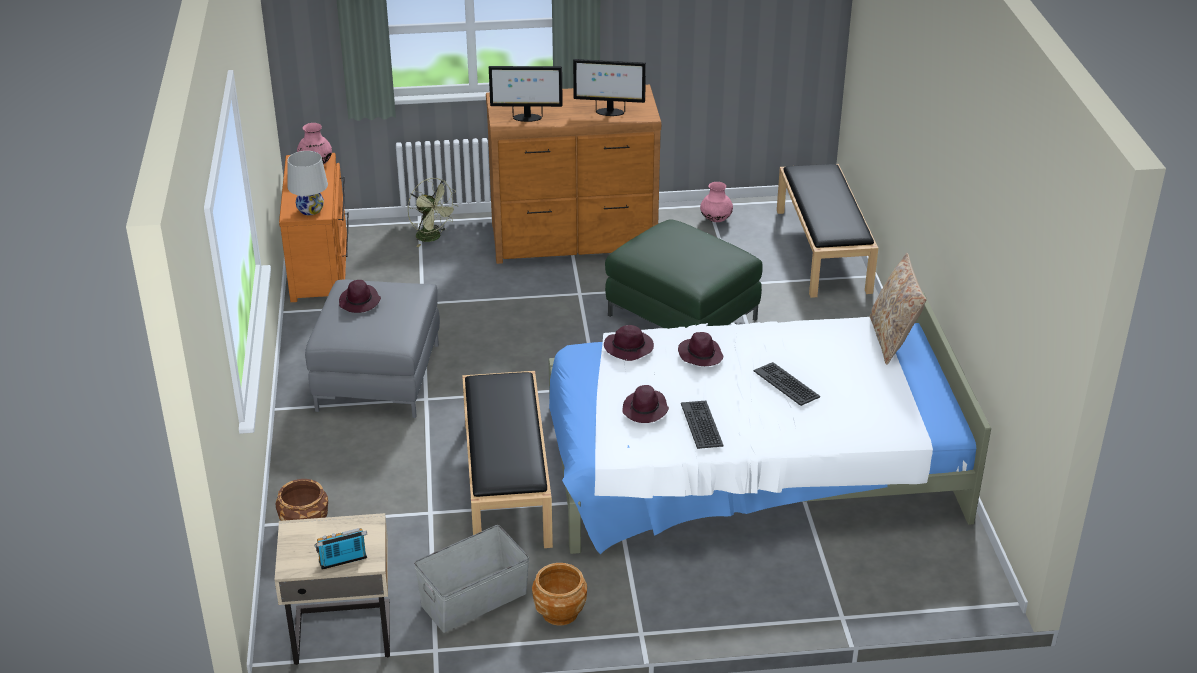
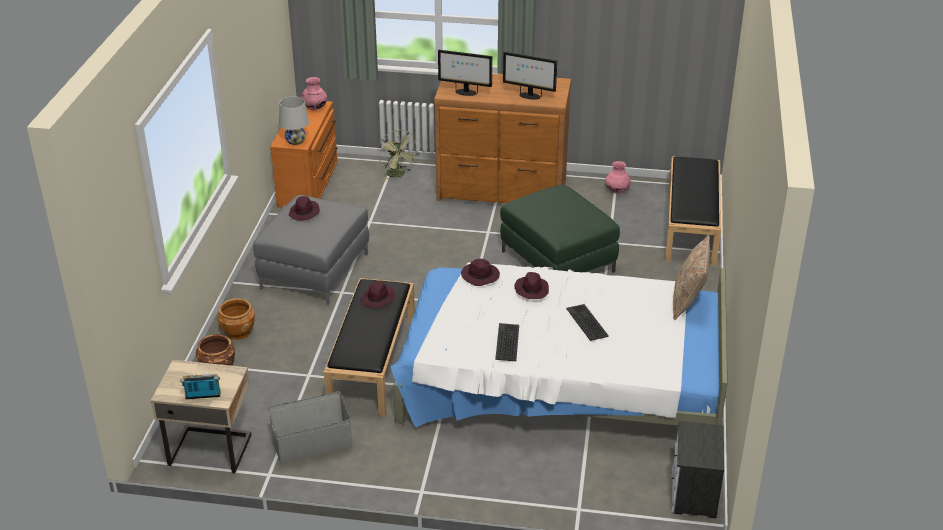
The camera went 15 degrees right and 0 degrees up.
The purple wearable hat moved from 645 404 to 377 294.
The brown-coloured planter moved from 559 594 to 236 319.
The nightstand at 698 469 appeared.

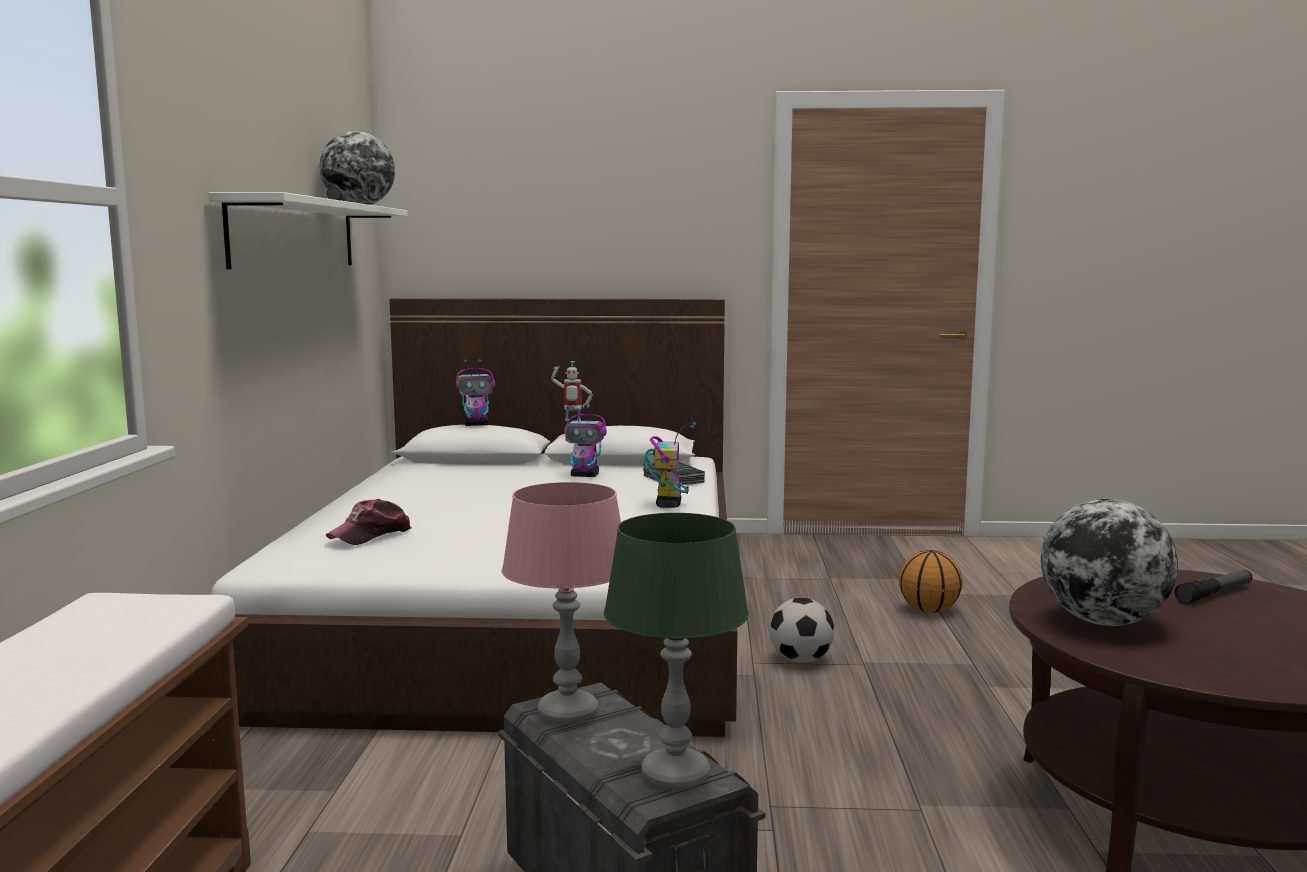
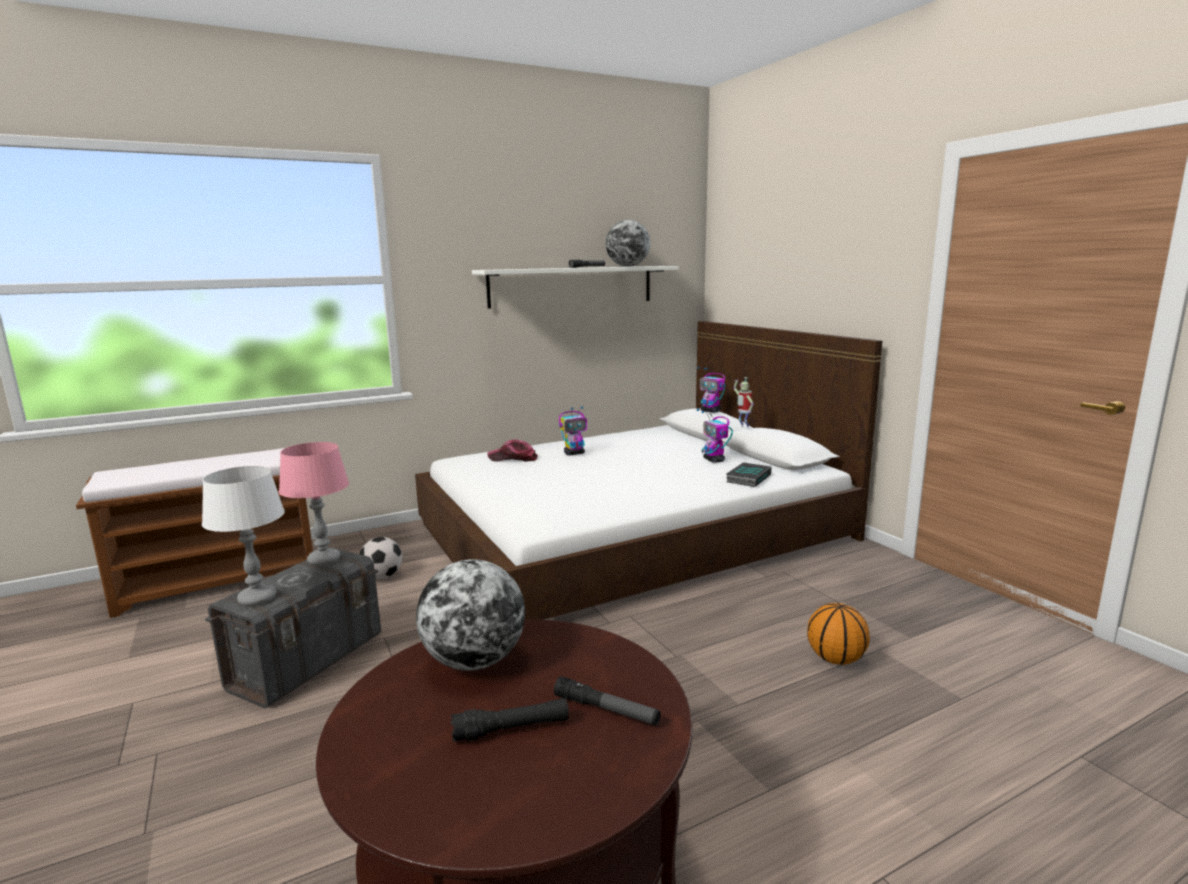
The camera went 60 degrees right and 5 degrees up.
The model robot moved from 670 465 to 573 431.
The greenish tabletop lamp at 676 651 became the white-coloured tabletop lamp at 243 536.
The football ball moved from 801 630 to 380 558.
The black flashlight at 510 720 appeared.

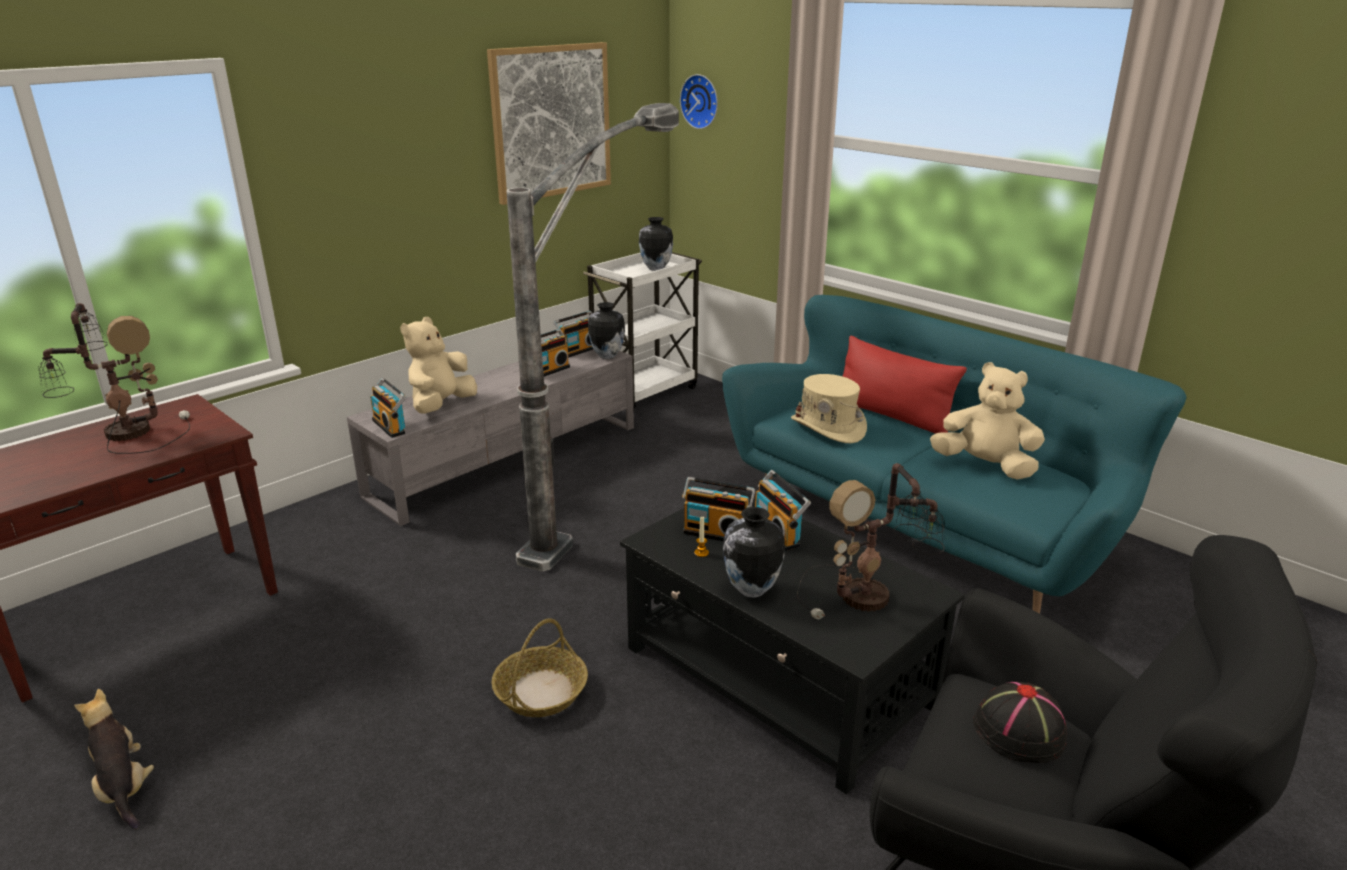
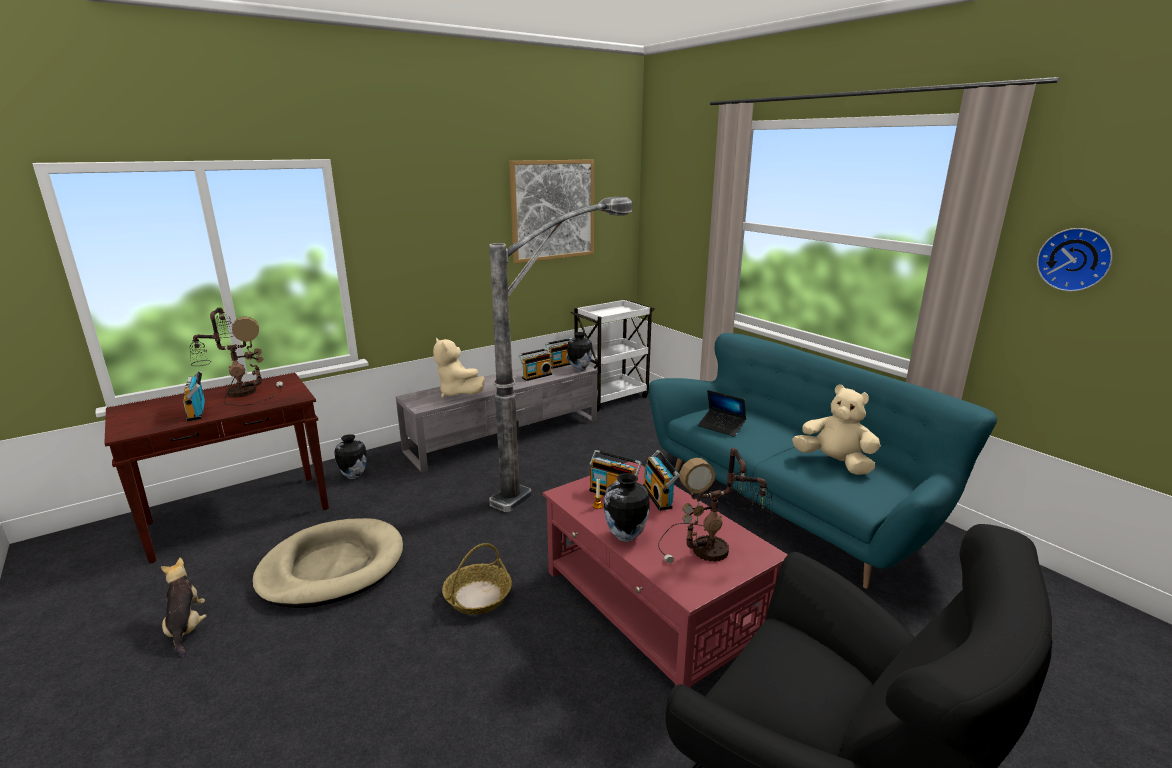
The camera went 10 degrees right and 5 degrees down.
The hanging clock moved from 699 101 to 1075 260.
The decorative vase moved from 656 244 to 350 456.
The beige cuddly toy at 438 365 turned 75 degrees counterclockwise.
The red cushion at 905 385 disappeared.
The beige wearable hat at 829 408 was replaced by the notebook computer at 722 413.
The radio moved from 388 408 to 194 396.
The black coffee table at 792 641 became the red coffee table at 665 575.
The black wearable hat at 1020 722 disappeared.
The beige dog cushion at 328 563 appeared.

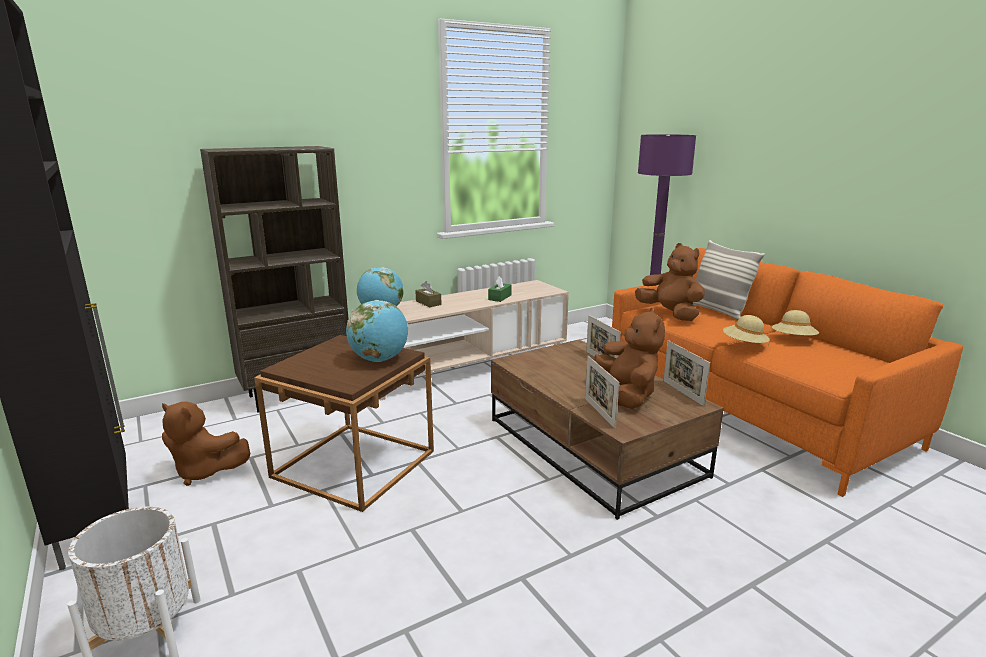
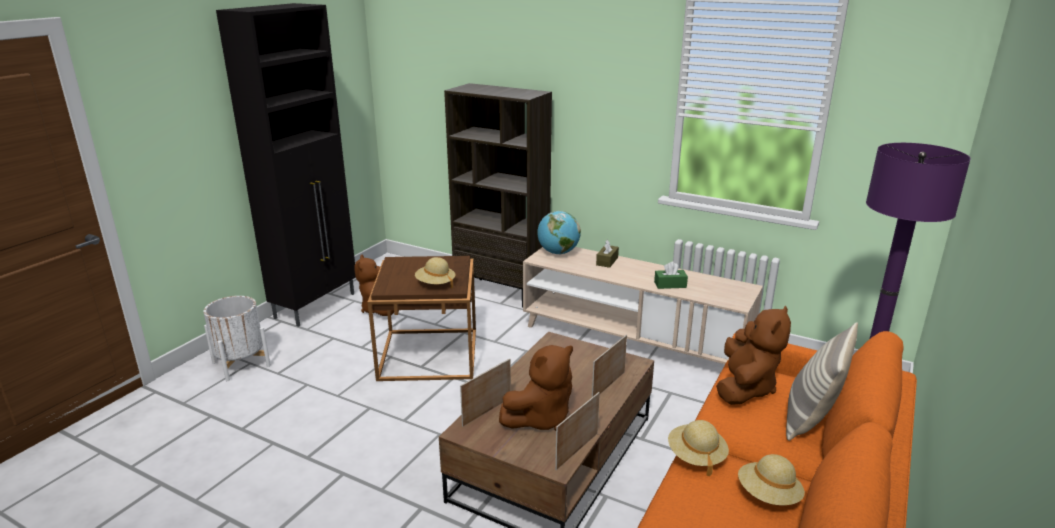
The camera went 60 degrees right and 5 degrees up.
The world globe at 377 331 was replaced by the beige wearable hat at 435 272.

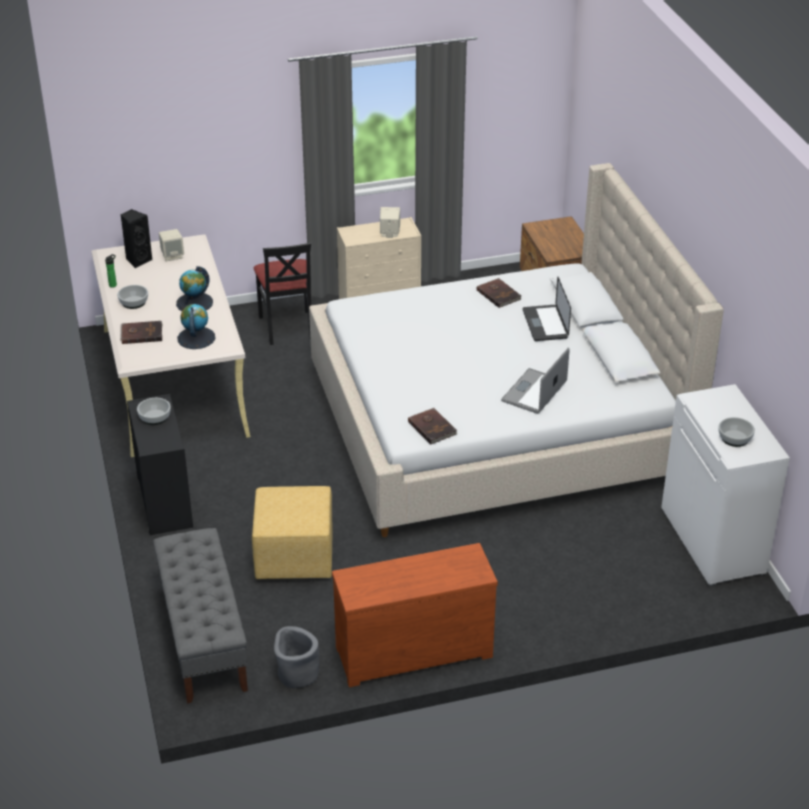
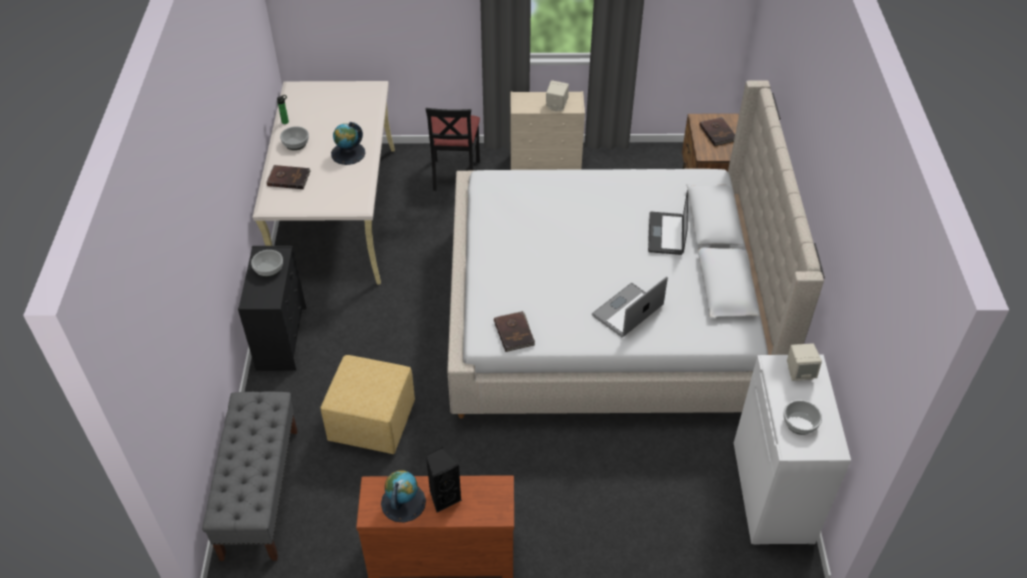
The camera went 15 degrees right and 10 degrees up.
The black loudspeaker moved from 136 238 to 444 479.
The beige loudspeaker moved from 171 245 to 804 362.
The brown-coloured bound book moved from 499 293 to 717 131.
The world globe moved from 196 326 to 403 496.
The greyish planter at 296 657 disappeared.

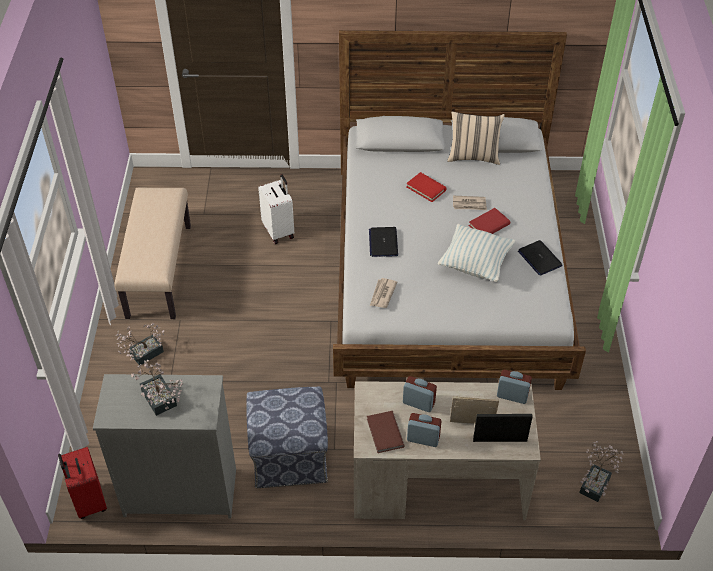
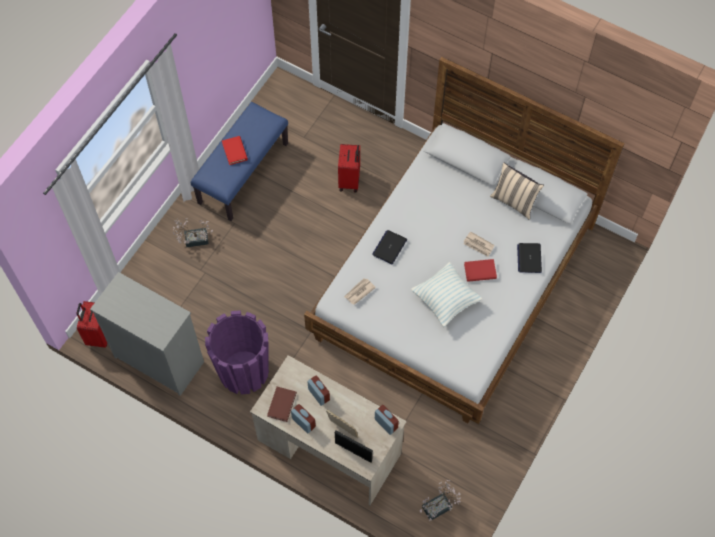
The camera went 30 degrees right and 15 degrees up.
The red bound book moved from 426 187 to 235 150.
The white-coloured piece of luggage at 276 209 became the red piece of luggage at 349 168.
The beige long seat at 152 253 became the blue-coloured long seat at 239 161.
The notebook computer moved from 540 258 to 529 258.
The houseplant at 157 388 disappeared.
The footrest at 287 437 was replaced by the purple planter at 237 352.

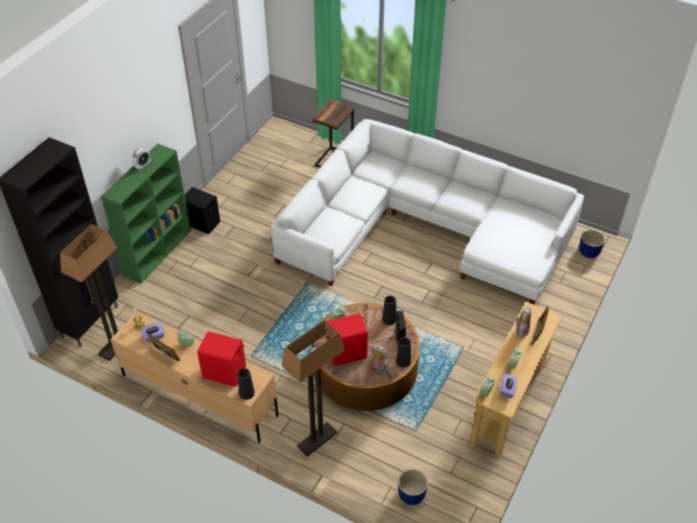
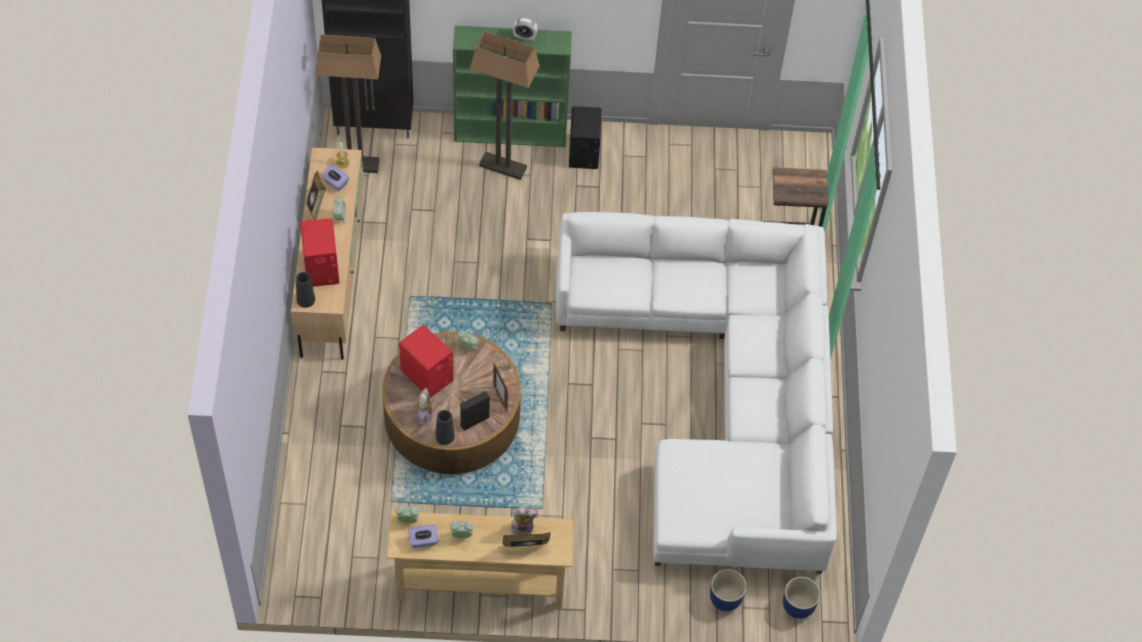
The camera went 60 degrees right and 10 degrees up.
The black decorative vase at 389 310 was replaced by the picture frame at 500 387.
The standing lamp moved from 313 388 to 505 105.
The blue-coloured planter moved from 413 487 to 728 590.

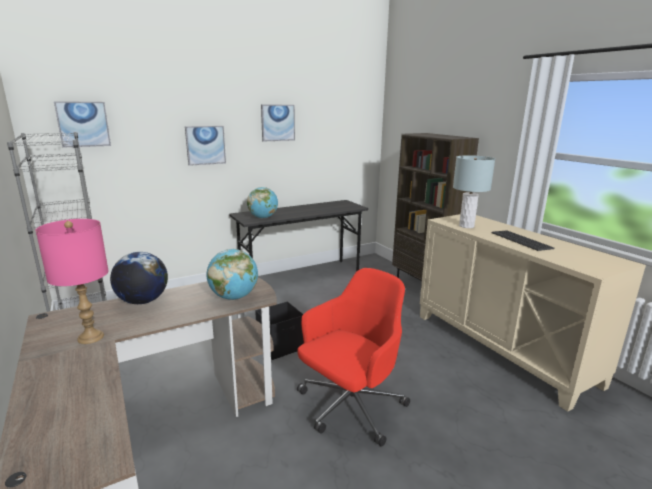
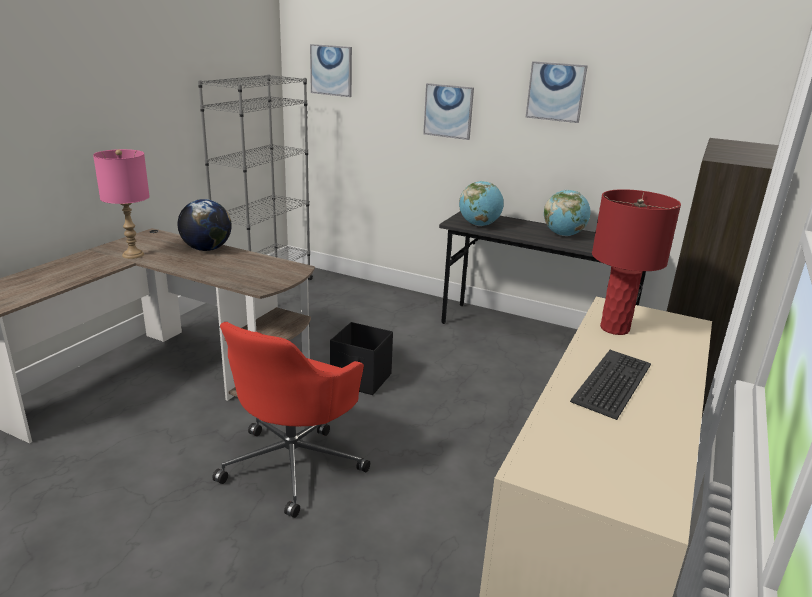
The camera went 55 degrees right and 5 degrees up.
The greyish tabletop lamp at 474 191 became the red tabletop lamp at 636 262.
The world globe moved from 232 274 to 567 213.
The red computer chair at 353 357 turned 105 degrees clockwise.

